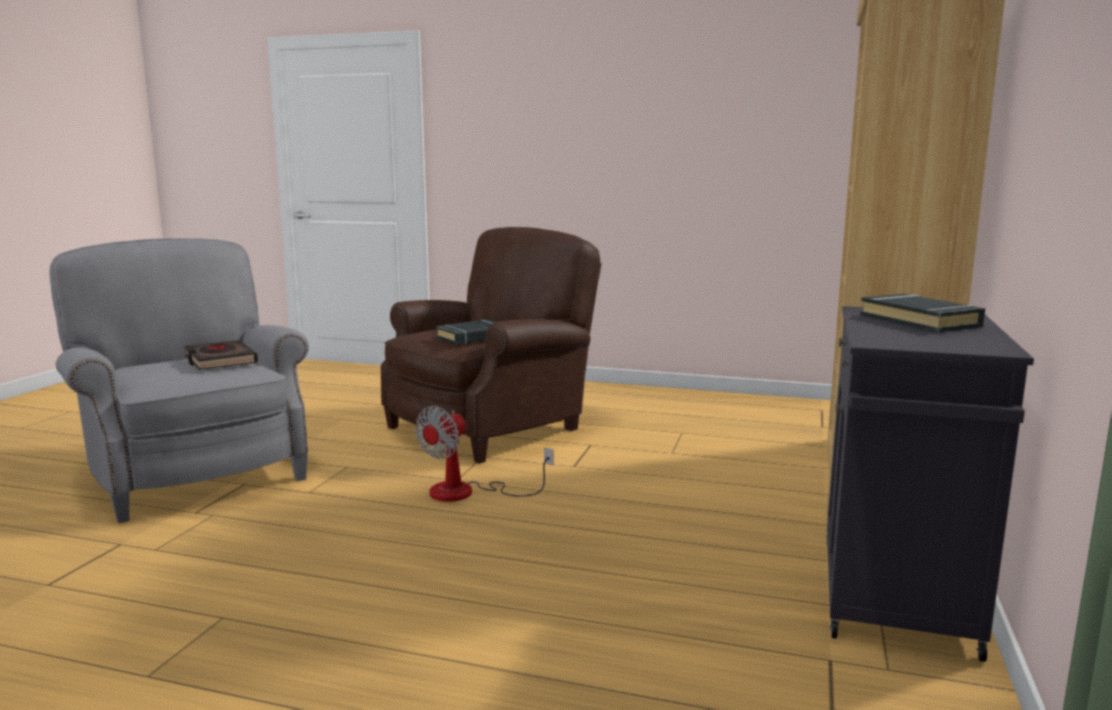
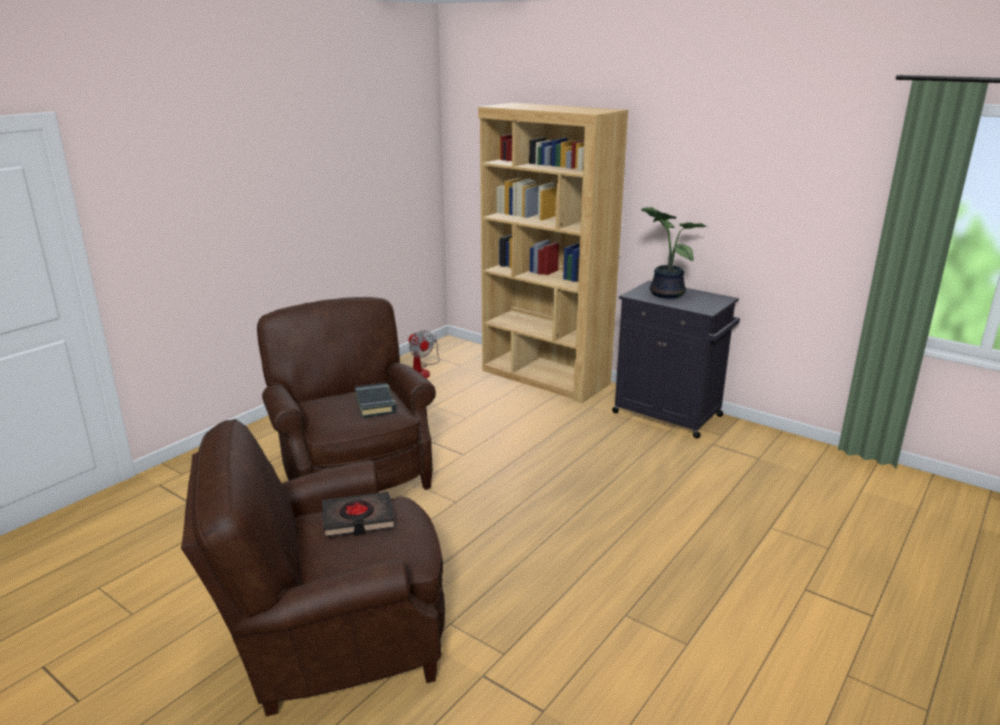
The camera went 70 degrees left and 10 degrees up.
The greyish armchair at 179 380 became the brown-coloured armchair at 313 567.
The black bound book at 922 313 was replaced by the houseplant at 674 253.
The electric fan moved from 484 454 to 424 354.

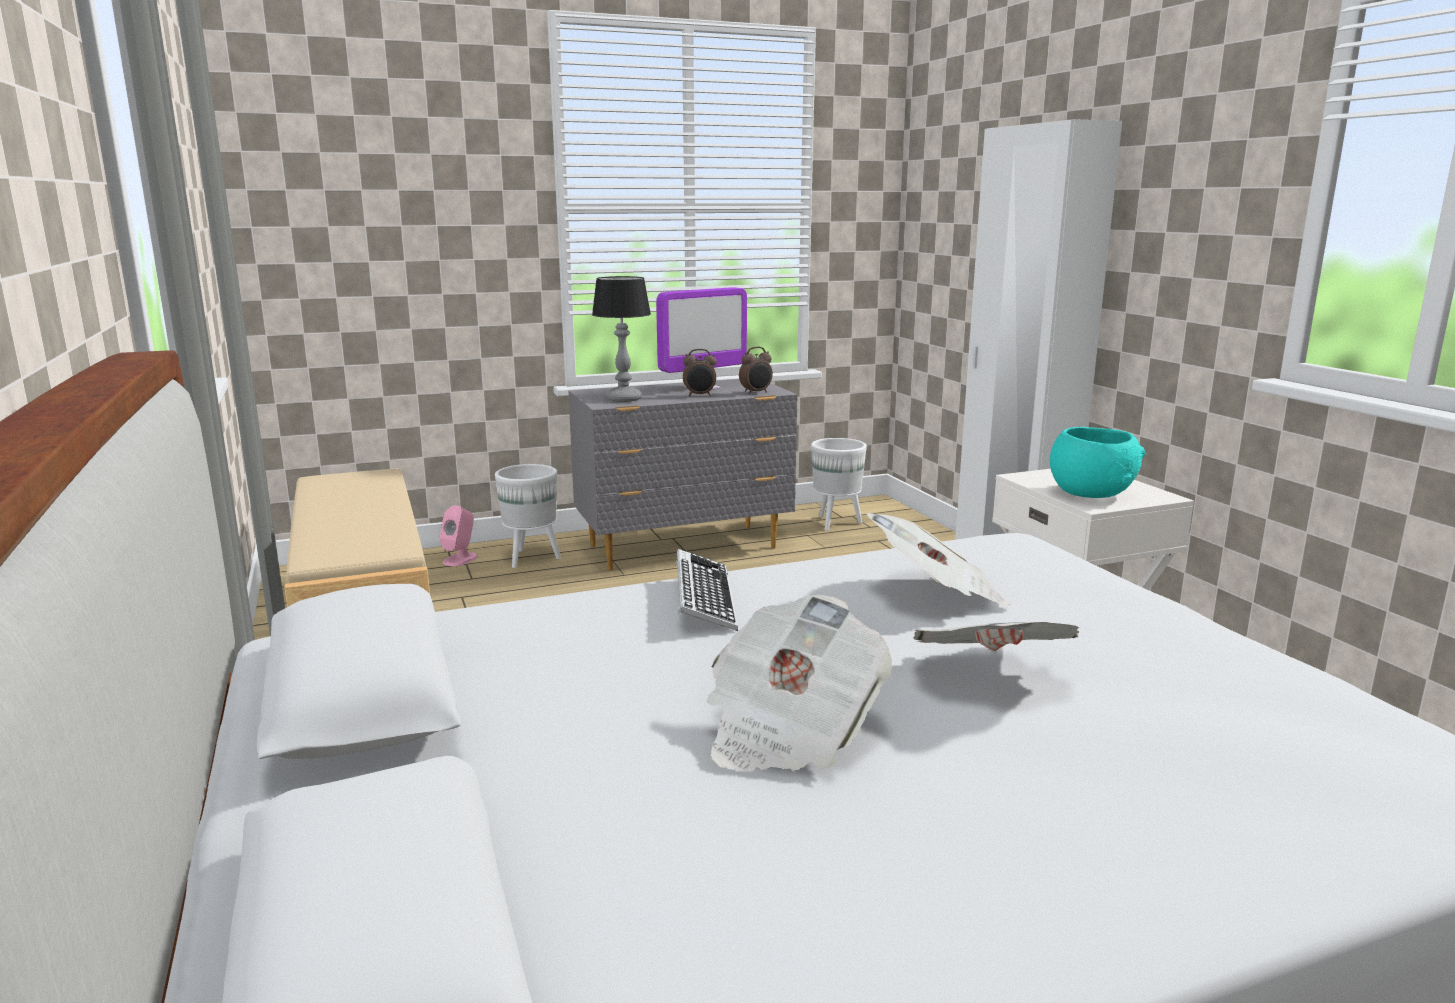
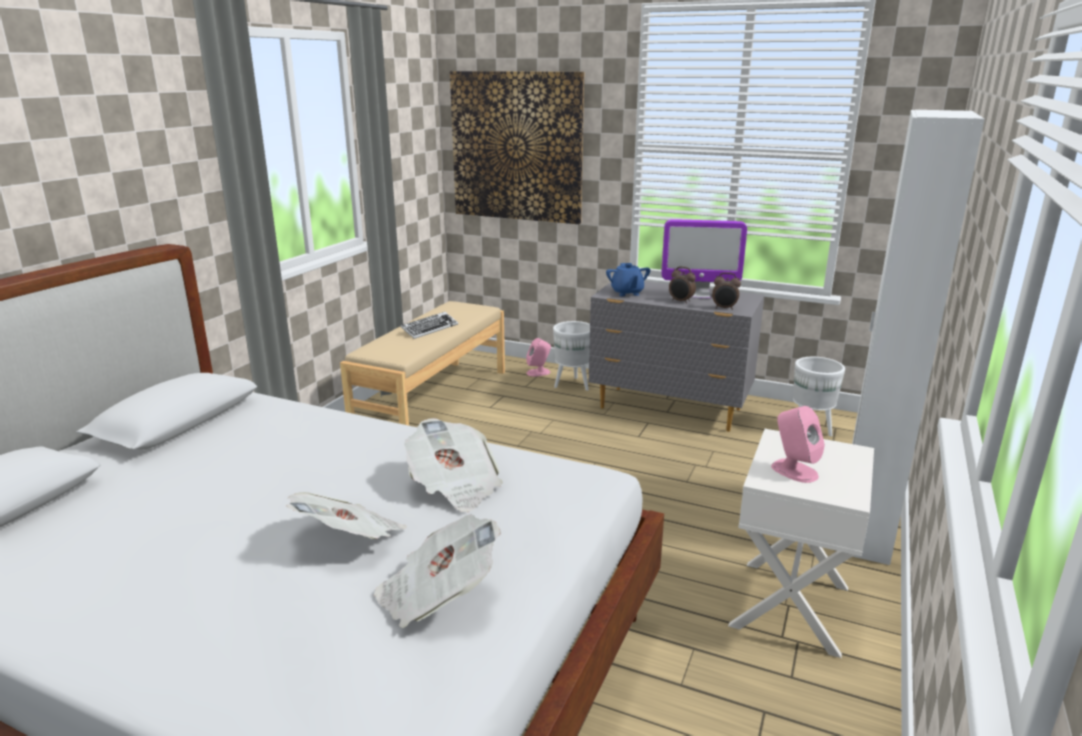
The camera went 45 degrees right and 5 degrees up.
The tabletop lamp at 621 339 was replaced by the blue-coloured pot for tea at 628 279.
The blue-green serving bowl at 1098 462 was replaced by the pink loudspeaker at 798 444.
The PC keyboard moved from 706 590 to 429 325.
The daily paper moved from 799 683 to 437 571.
The wall art at 517 147 appeared.

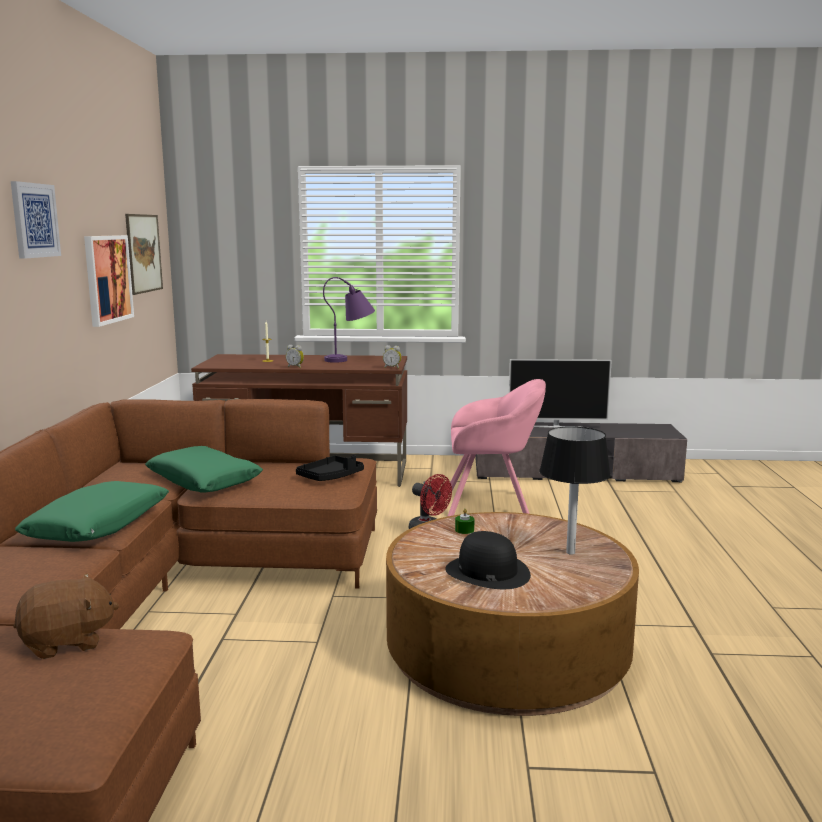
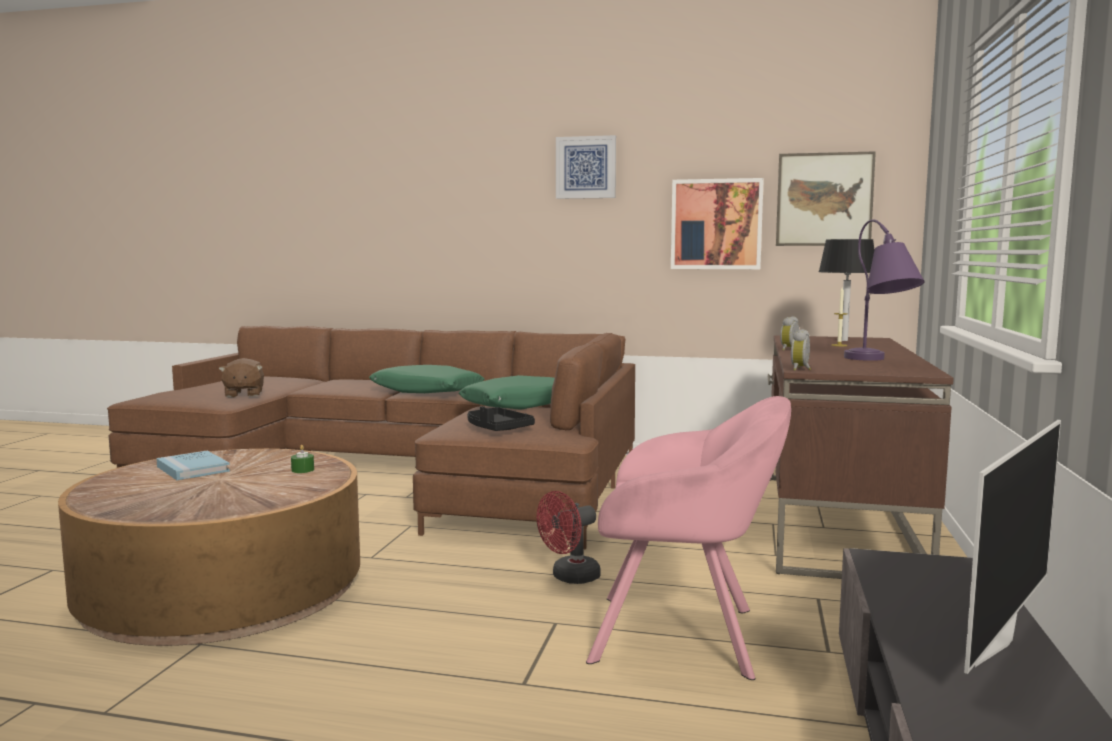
The camera went 100 degrees right and 5 degrees down.
The TV at 560 393 turned 150 degrees counterclockwise.
The pink armchair at 496 448 turned 90 degrees counterclockwise.
The black tabletop lamp moved from 575 490 to 846 290.
The black wearable hat at 488 560 was replaced by the blue-coloured bound book at 193 465.

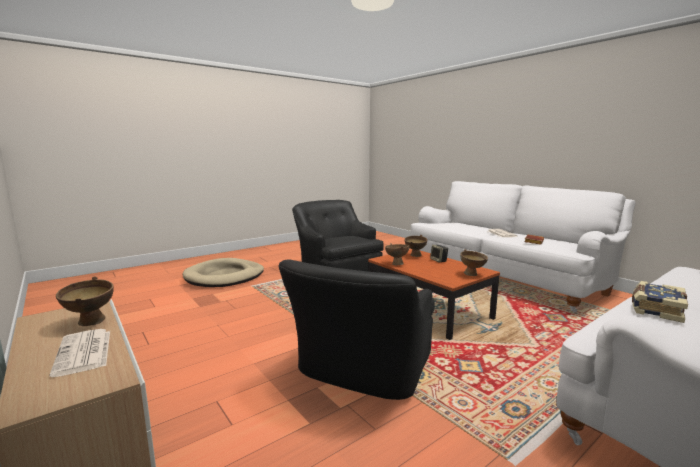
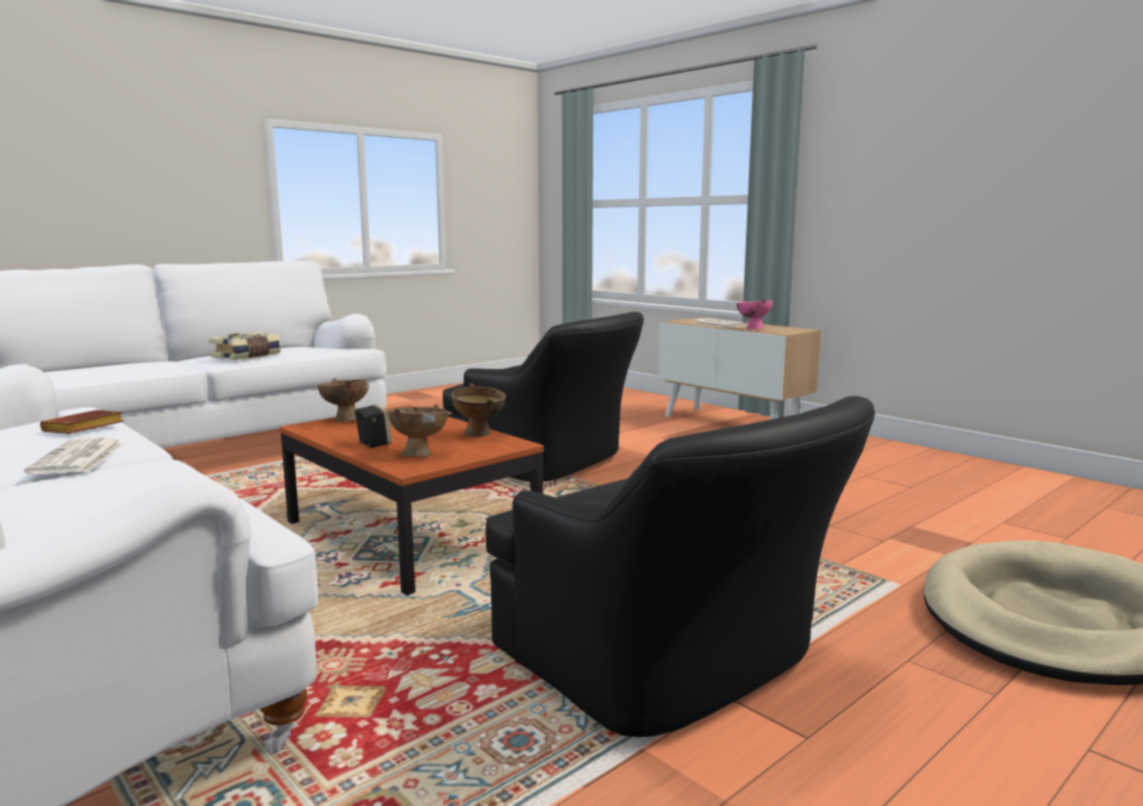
The camera went 175 degrees right and 0 degrees up.
The black armchair at 356 329 turned 105 degrees clockwise.
The brown-coloured serving bowl at 85 301 became the pink serving bowl at 754 314.

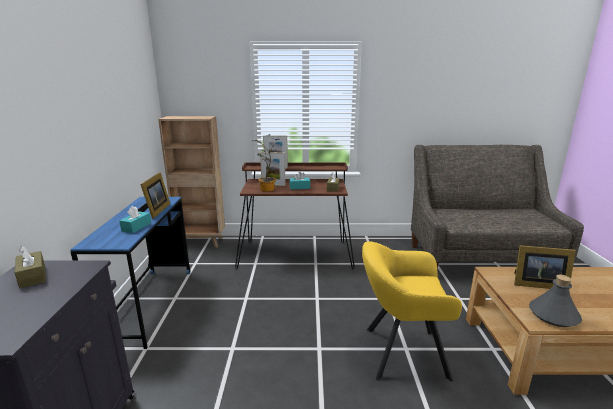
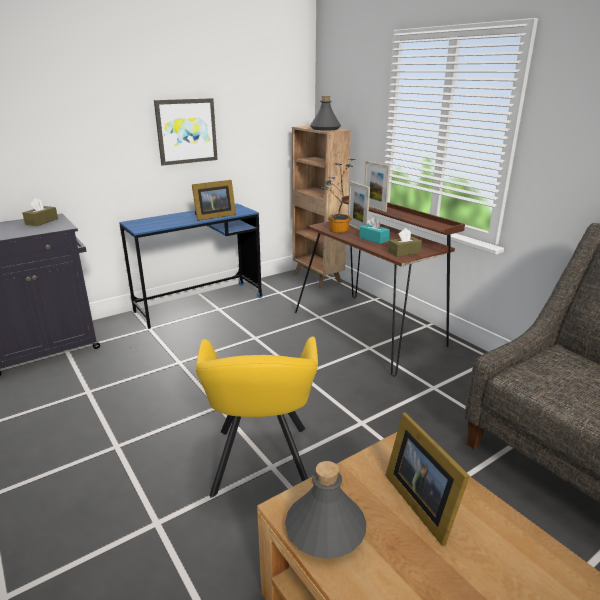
The camera went 55 degrees right and 5 degrees up.
The blue-green tissue holder at 135 219 disappeared.
The yellow armchair at 412 311 turned 150 degrees counterclockwise.
The greyish beverage bottle at 325 113 appeared.
The wall art at 186 132 appeared.

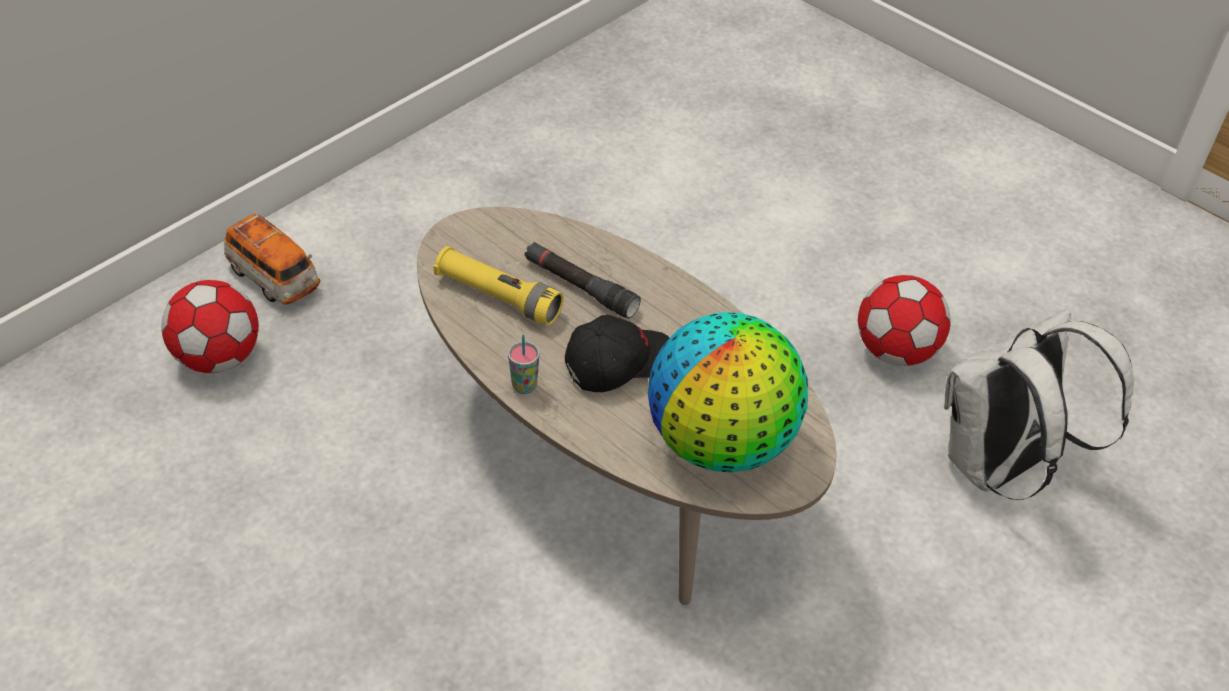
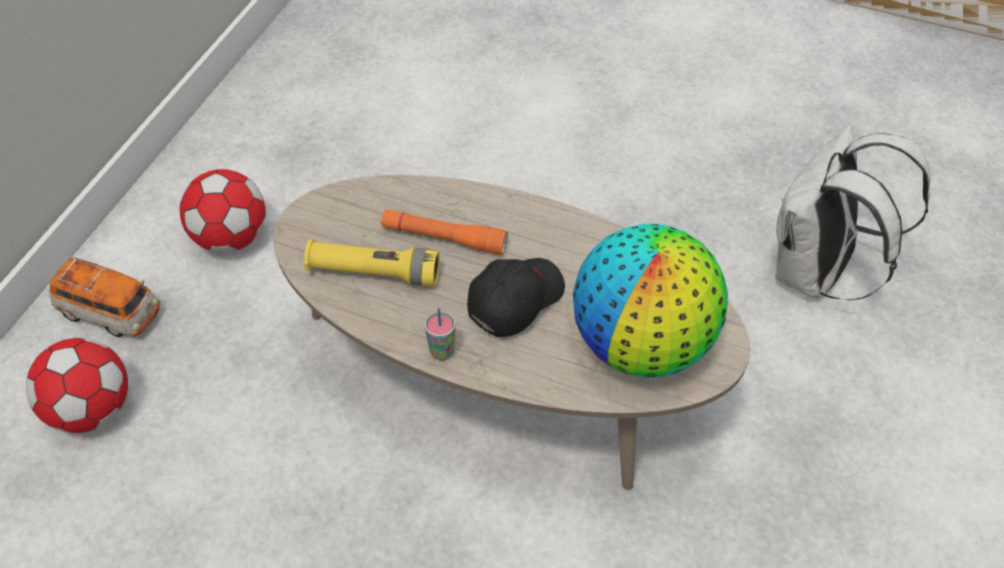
The camera went 20 degrees left and 5 degrees up.
The black flashlight at 582 280 became the orangey flashlight at 444 232.
The football ball moved from 904 320 to 223 211.

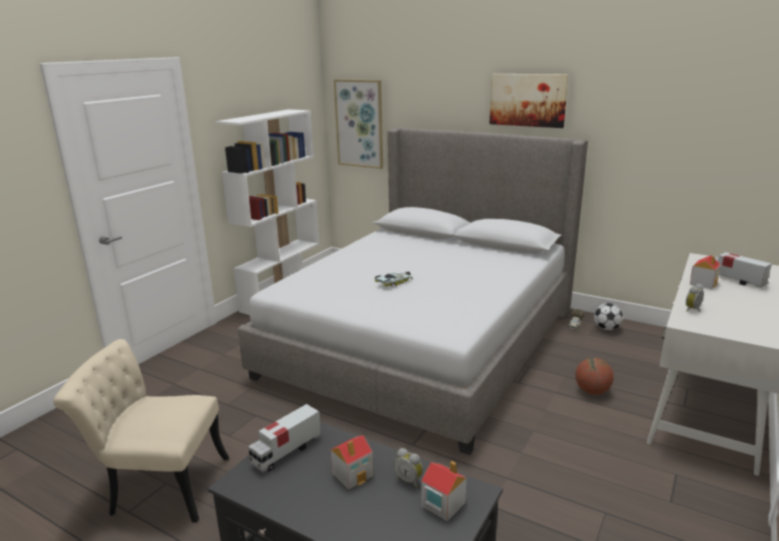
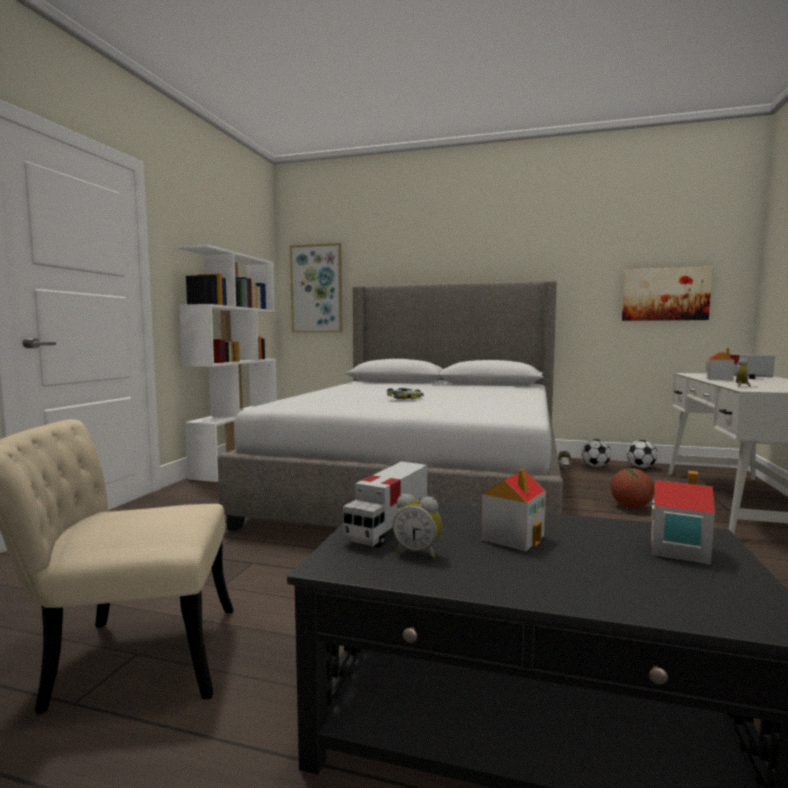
The camera went 15 degrees left and 15 degrees down.
The wall art moved from 529 101 to 667 294.
The alarm clock moved from 408 468 to 417 526.
The football ball at 642 454 appeared.

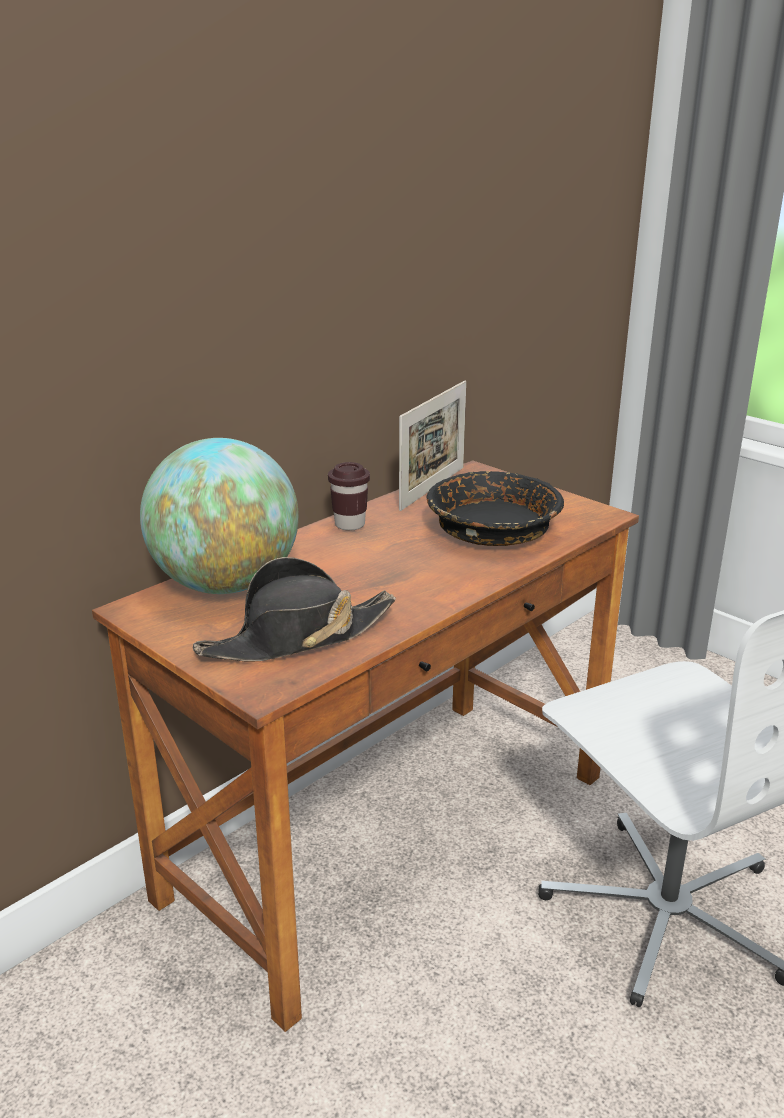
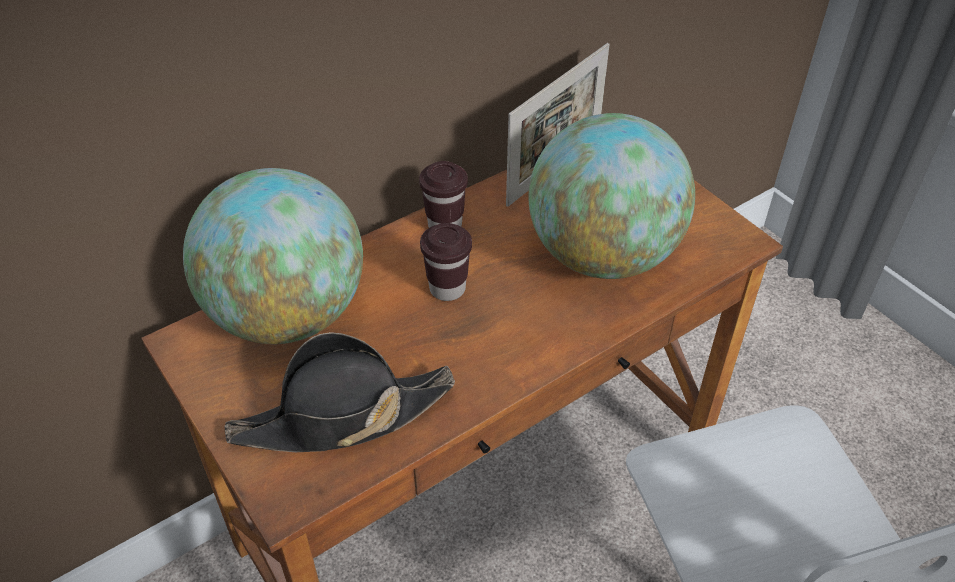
The camera went 10 degrees right and 20 degrees up.
The black serving bowl at 495 508 was replaced by the world globe at 612 196.
The brown-coloured drinking cup at 446 262 appeared.

